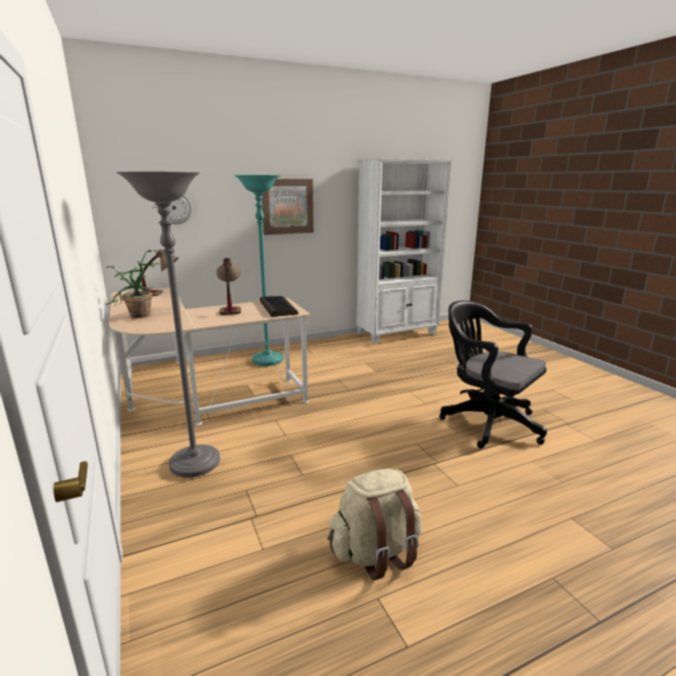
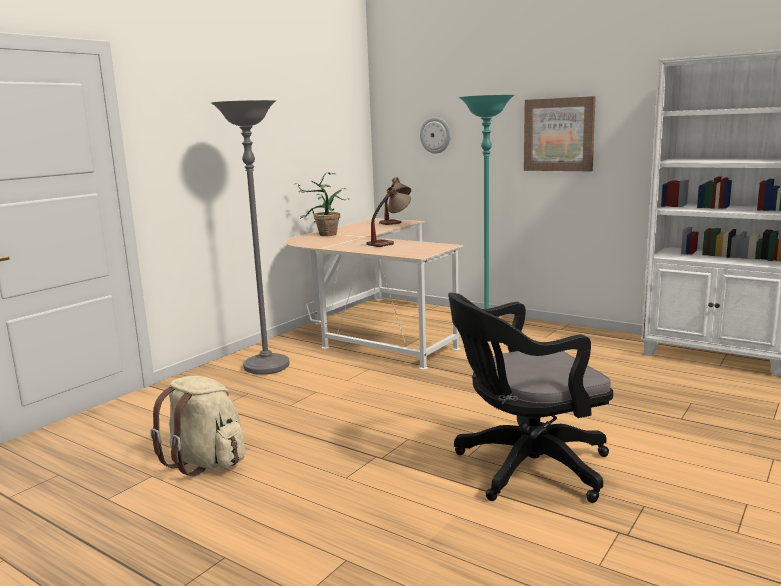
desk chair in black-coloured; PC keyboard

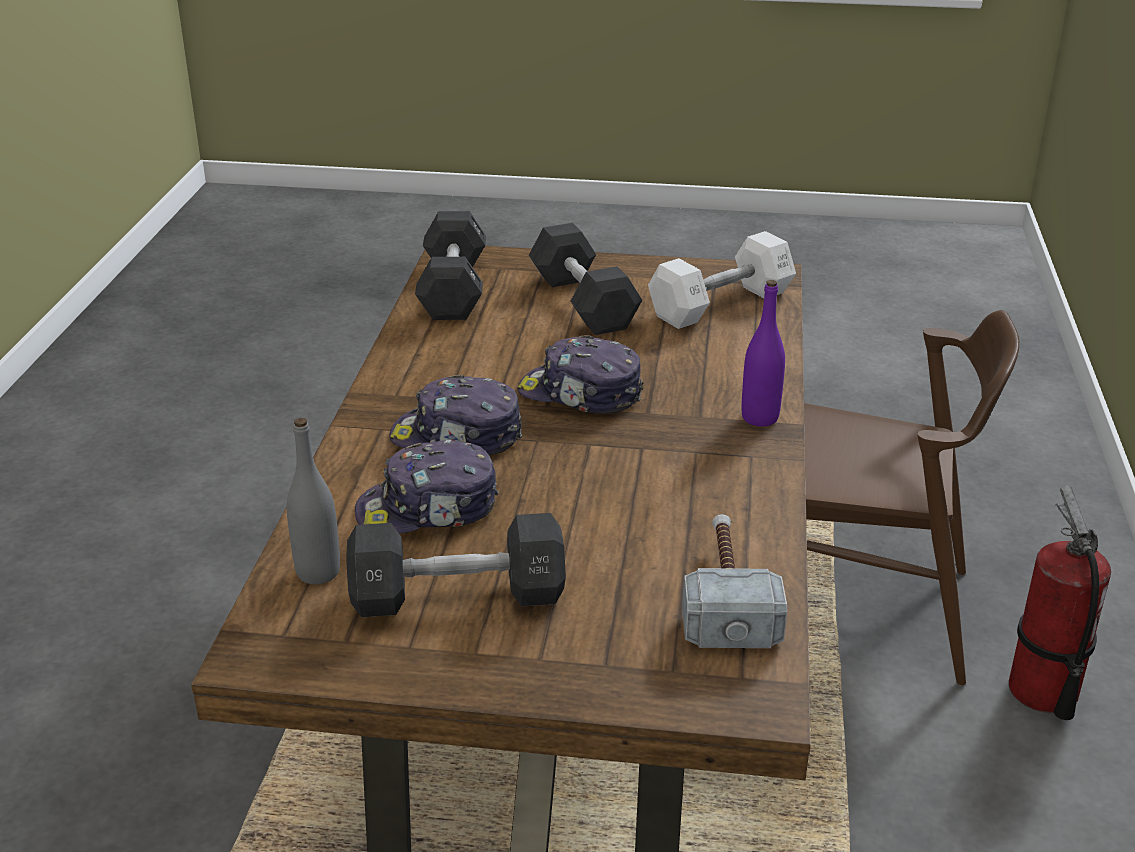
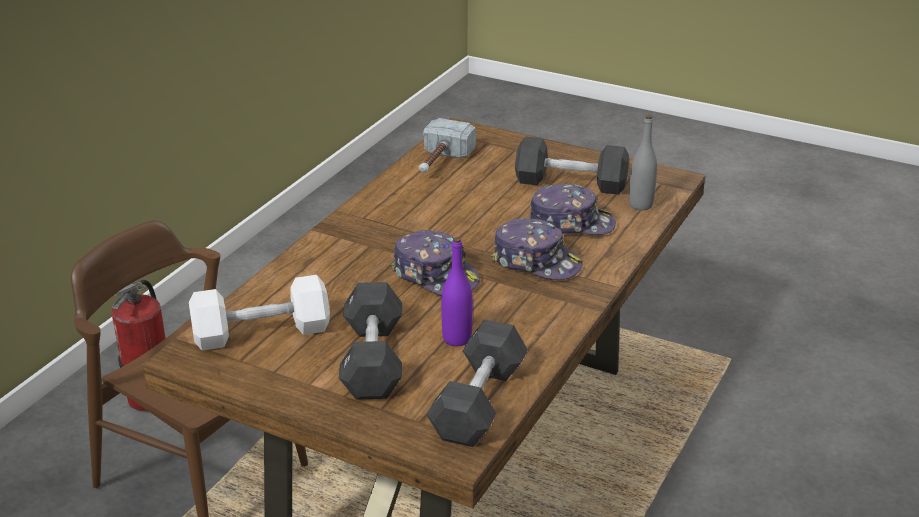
drink bottle in purplish

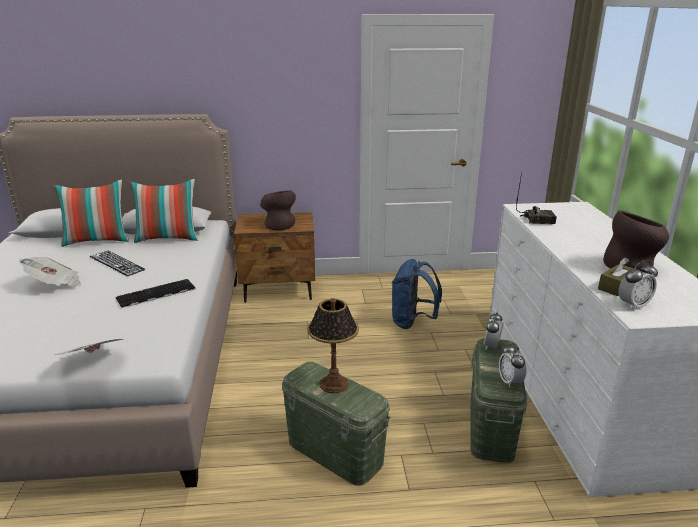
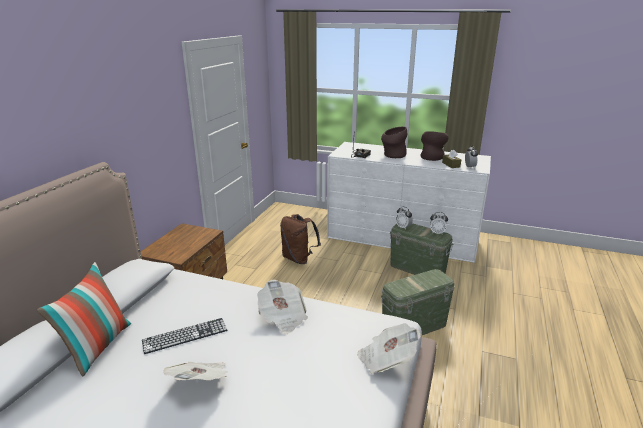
daily paper (no. 2 from left); knapsack in brownish; decorative vase in brownish (no. 1 from left); cushion (no. 2 from left in the first image); tabletop lamp

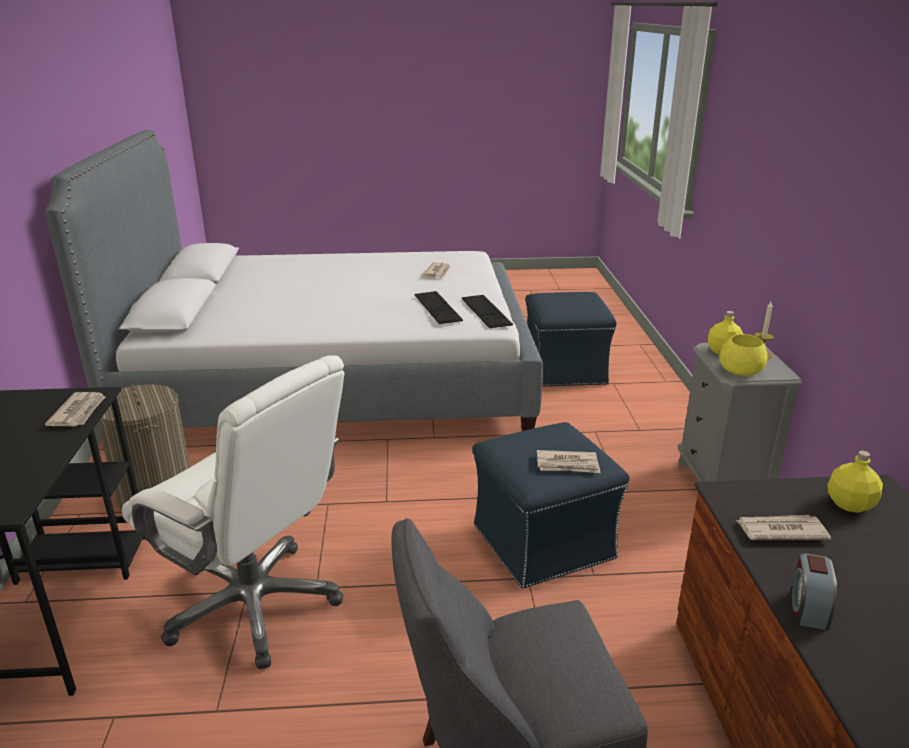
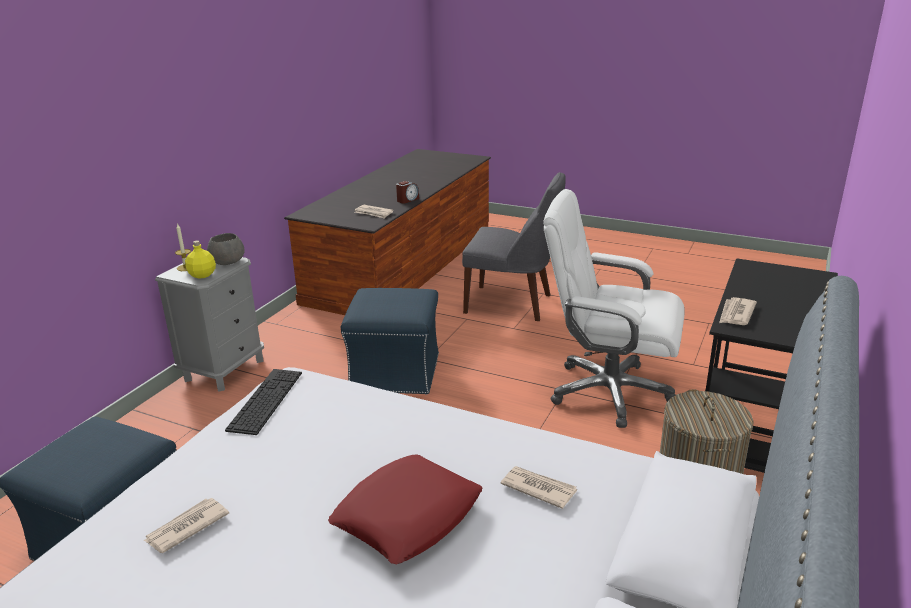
bowl in greyish; cushion in reddish; daily paper (no. 3 from left); desk chair in white; PC keyboard (no. 1 from left in the first image); drink bottle in yellow-coloured (no. 2 from left in the first image)

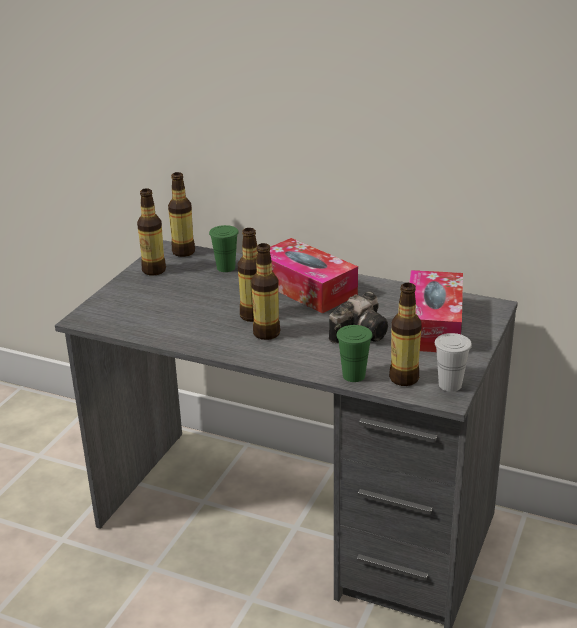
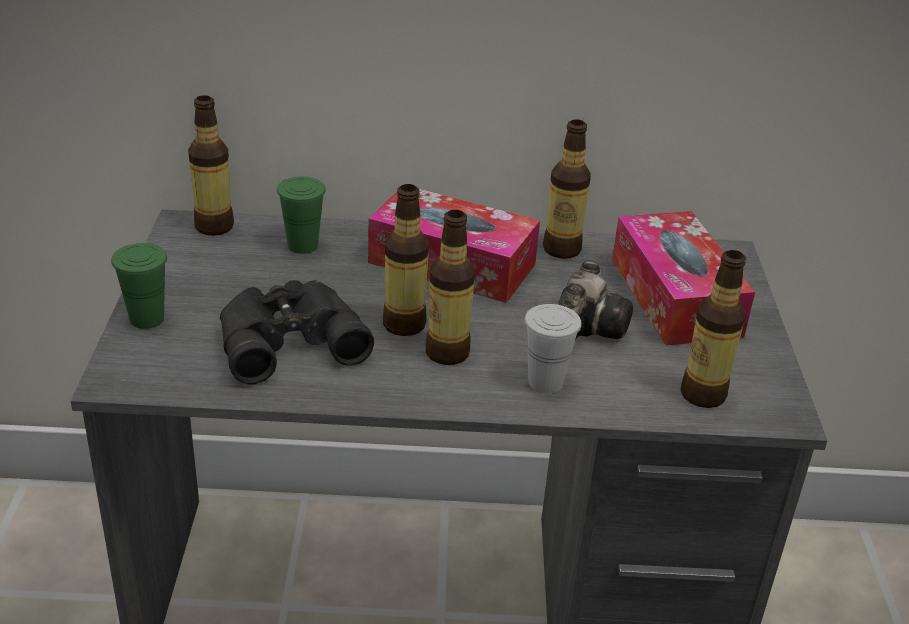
small cup in green (no. 1 from left); field glasses in black-coloured; small cup in white; drink bottle (no. 4 from left)

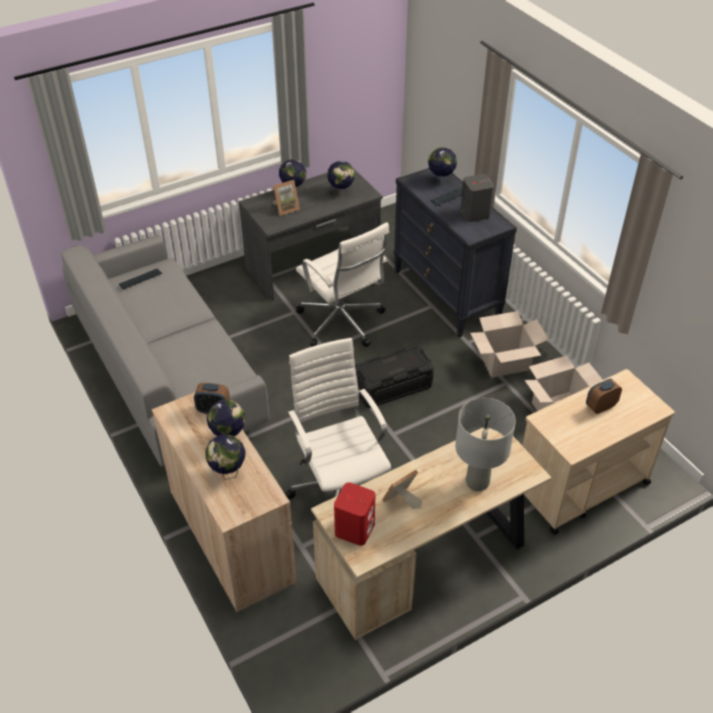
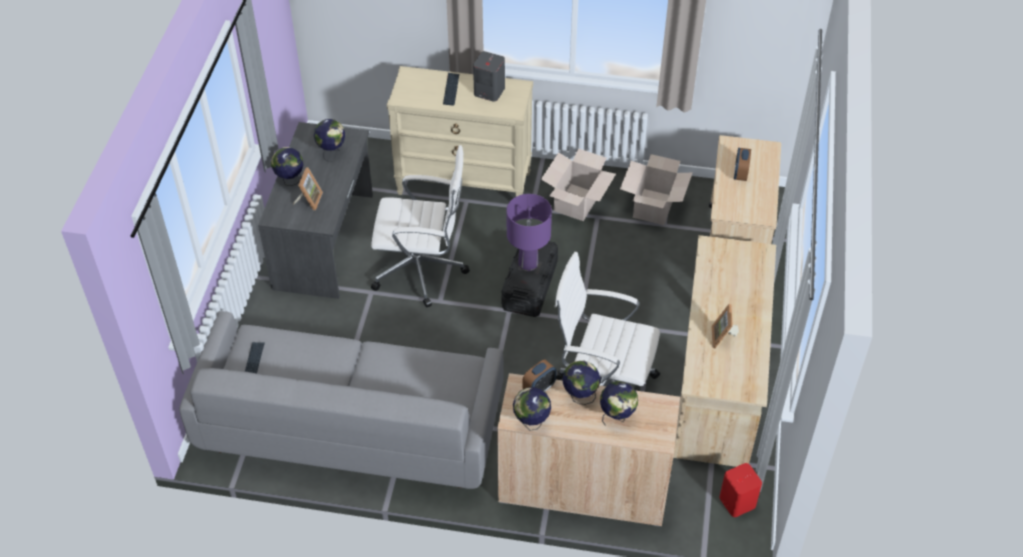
drawer chest in beige-coloured; tabletop lamp in purplish; world globe (no. 3 from left); audio speaker in reddish; tabletop lamp in greyish

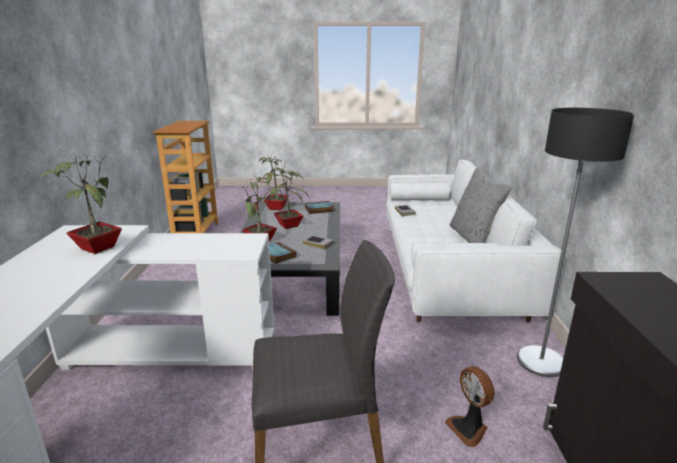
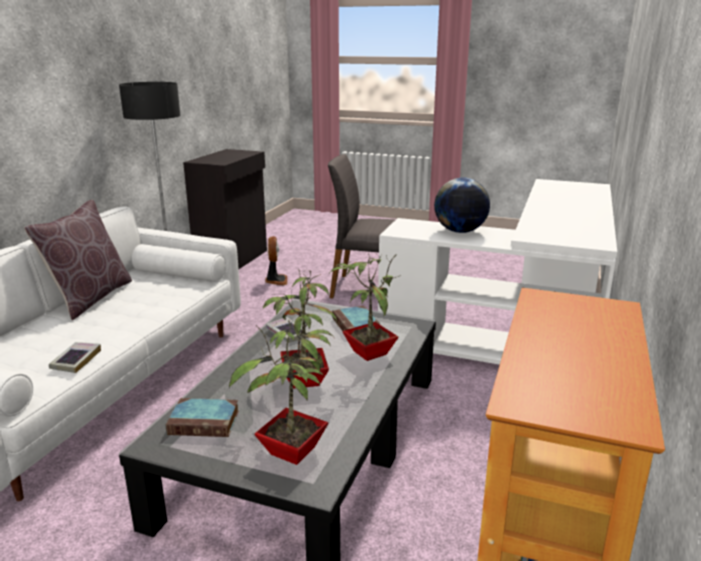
cushion in brownish; world globe; potted plant (no. 1 from left in the first image)

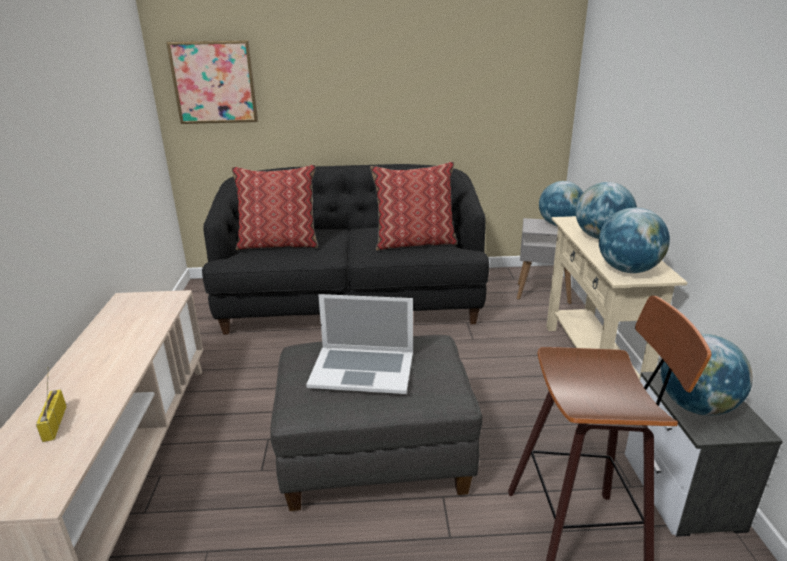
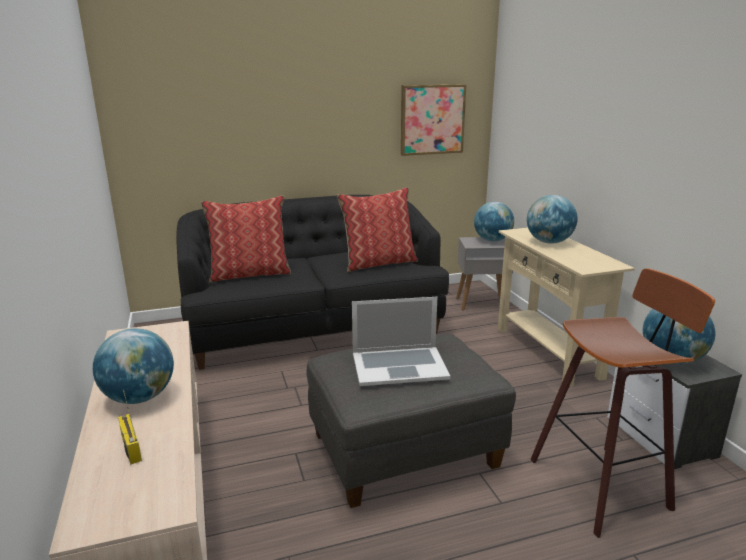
world globe (no. 1 from left); picture

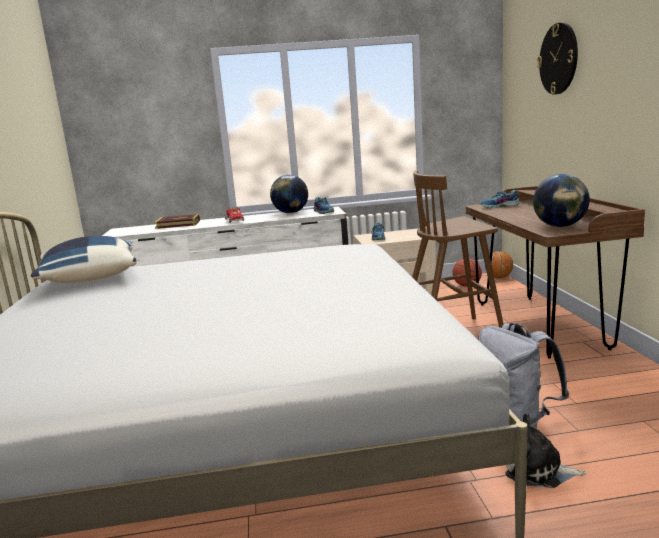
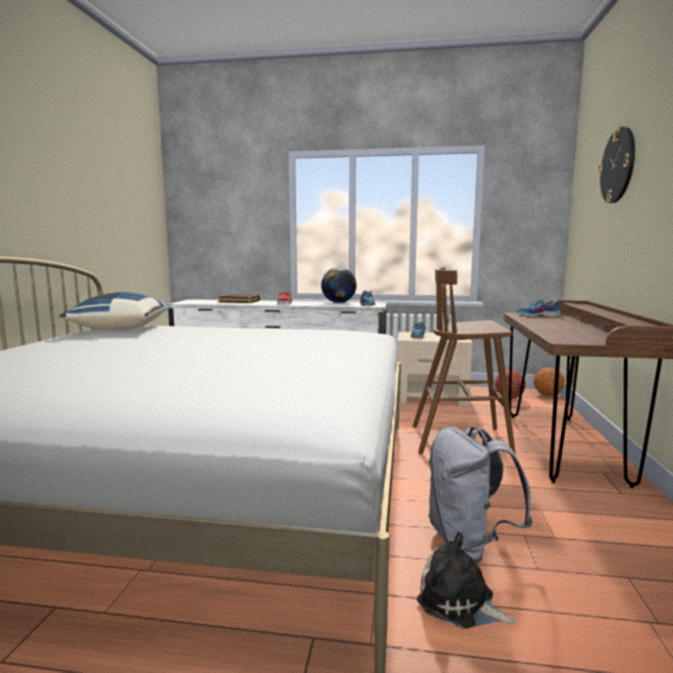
world globe (no. 2 from left in the first image)

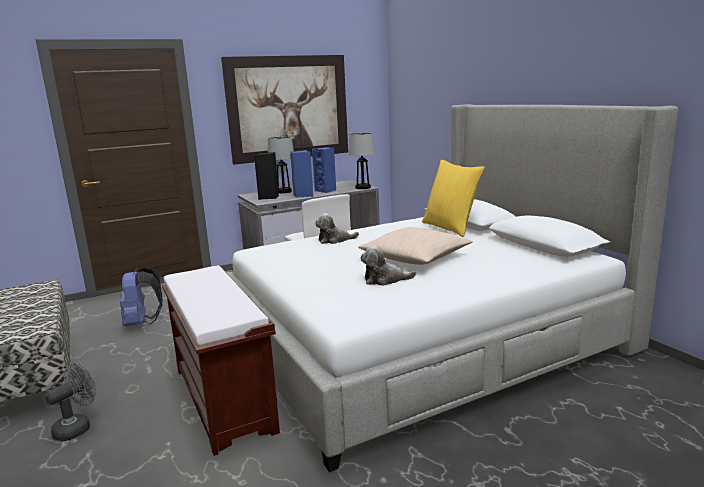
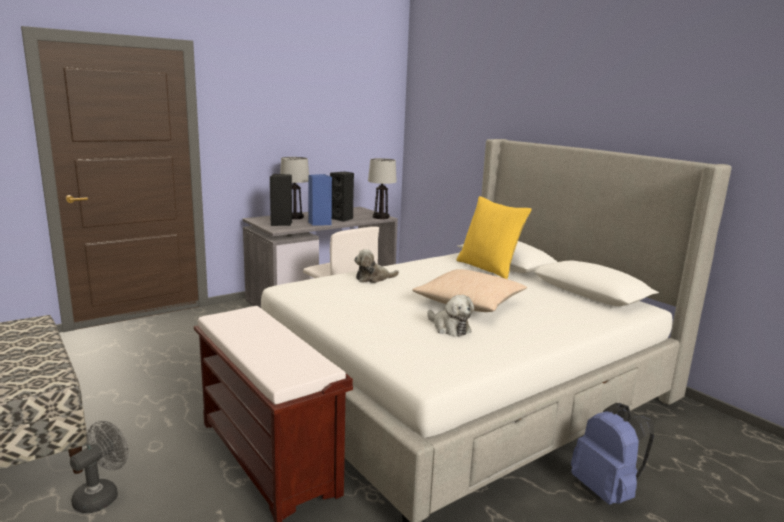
audio speaker in black-coloured (no. 2 from left); plush toy (no. 2 from left); knapsack in bluish; picture

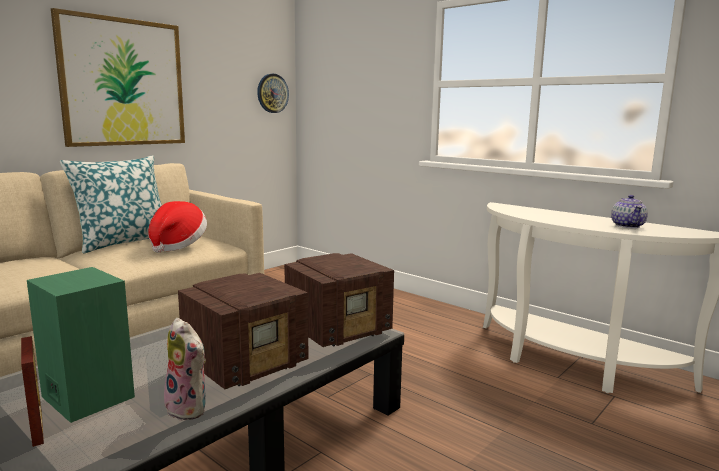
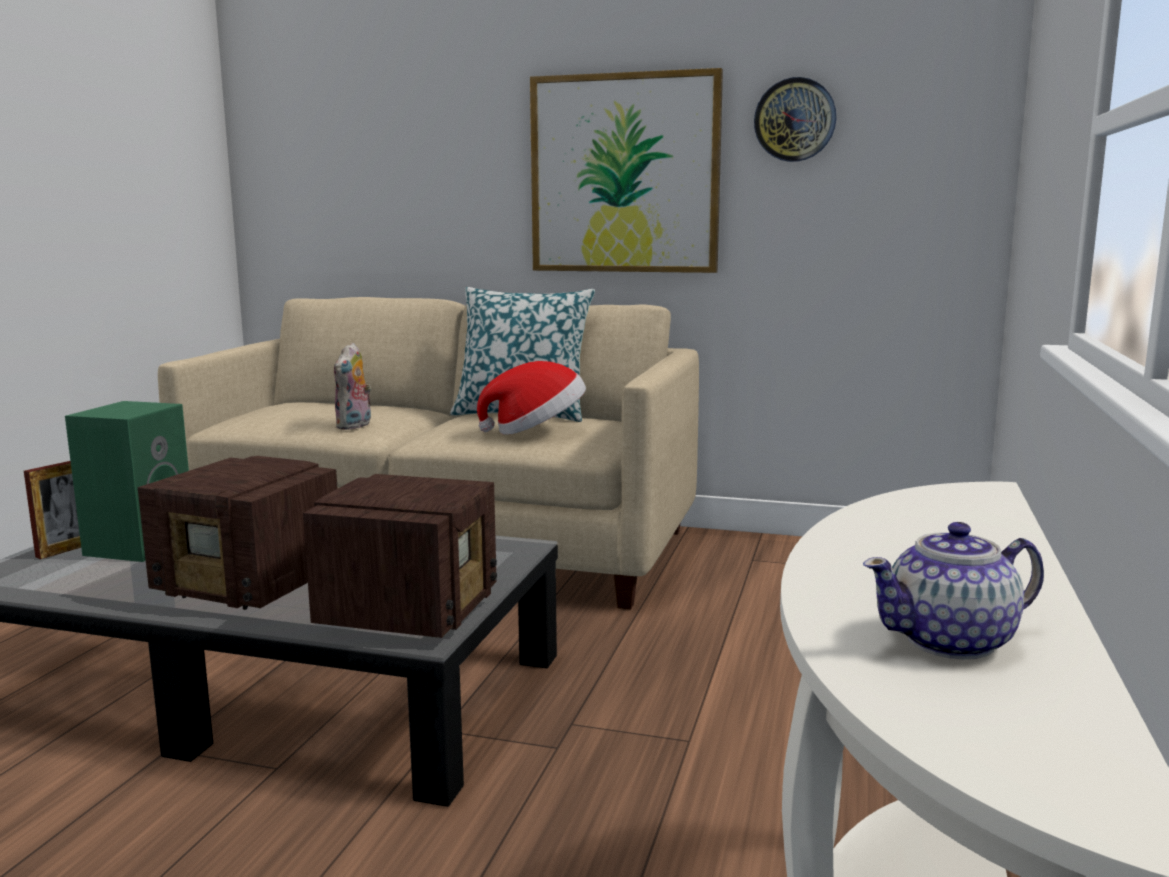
radio (no. 2 from left); plush toy; clock on the wall

